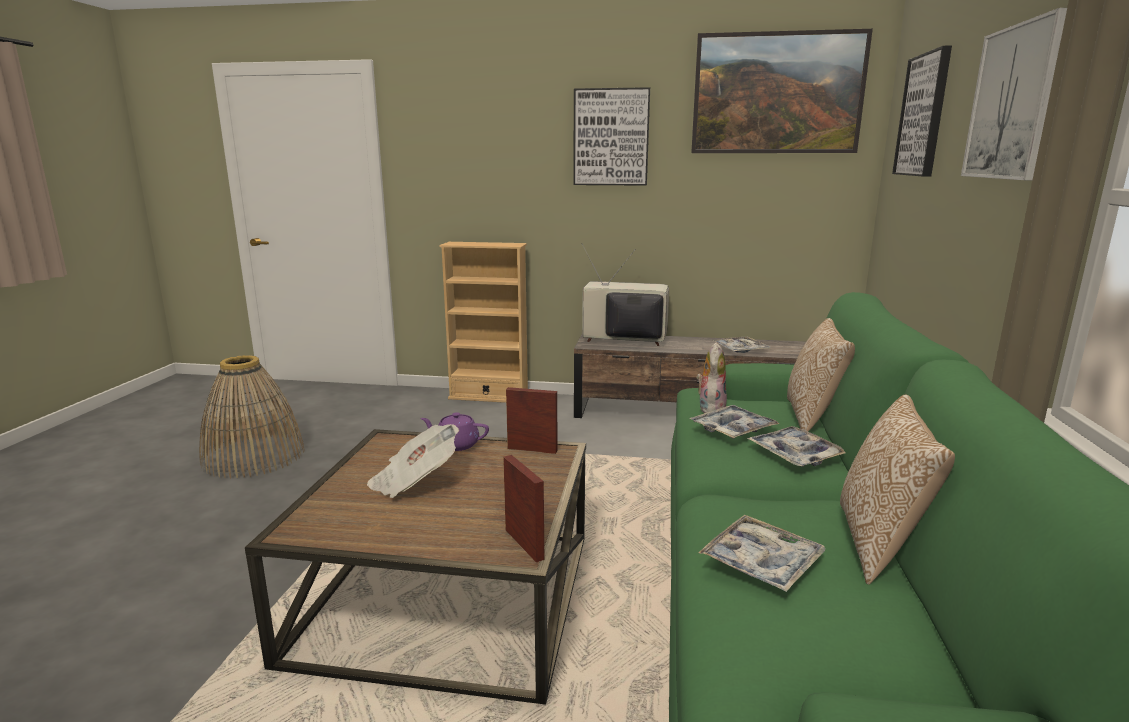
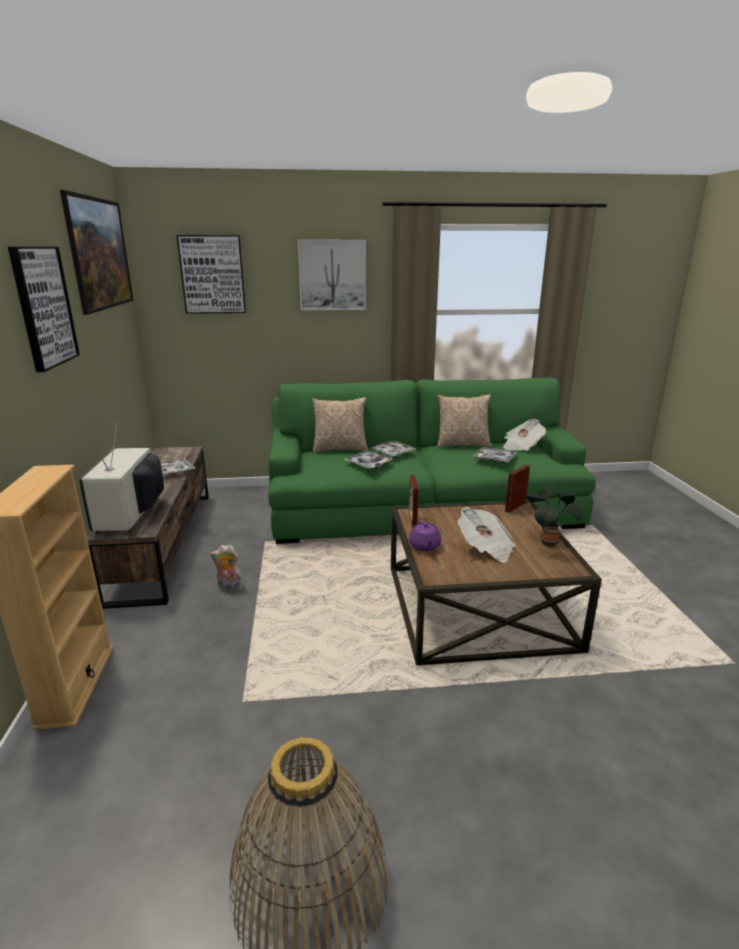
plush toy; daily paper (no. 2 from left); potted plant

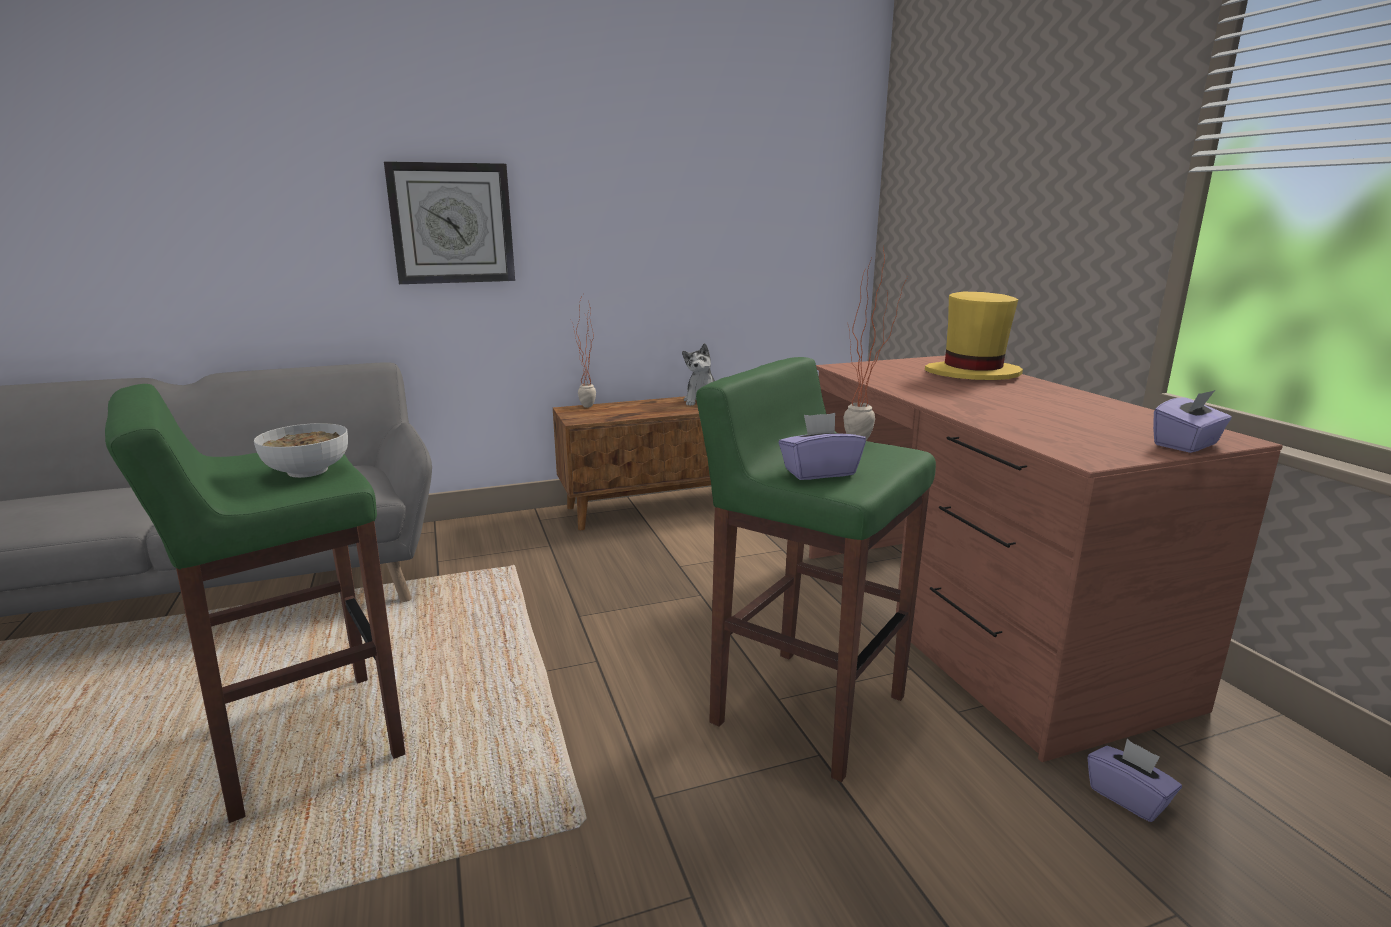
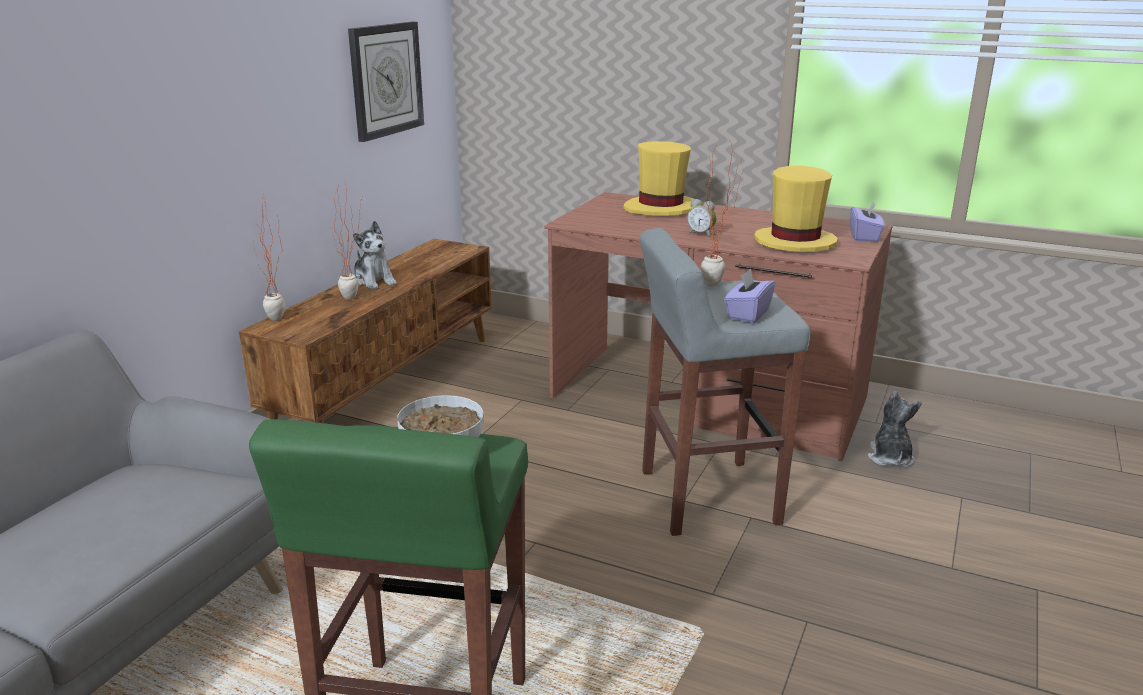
potted plant (no. 2 from left); clock on the wall; stool seat in greyish; bedside clock; clothing hat in yellow-coloured (no. 2 from left); plush toy (no. 2 from left)

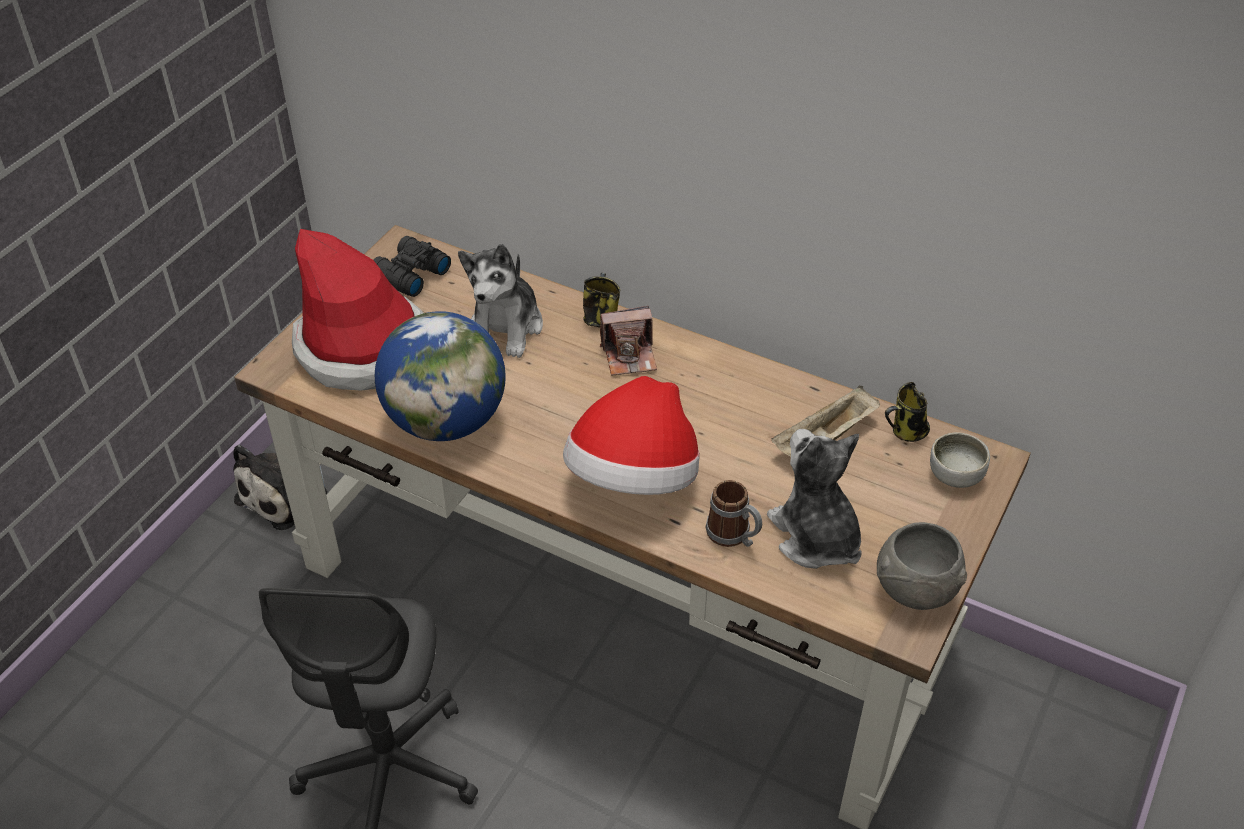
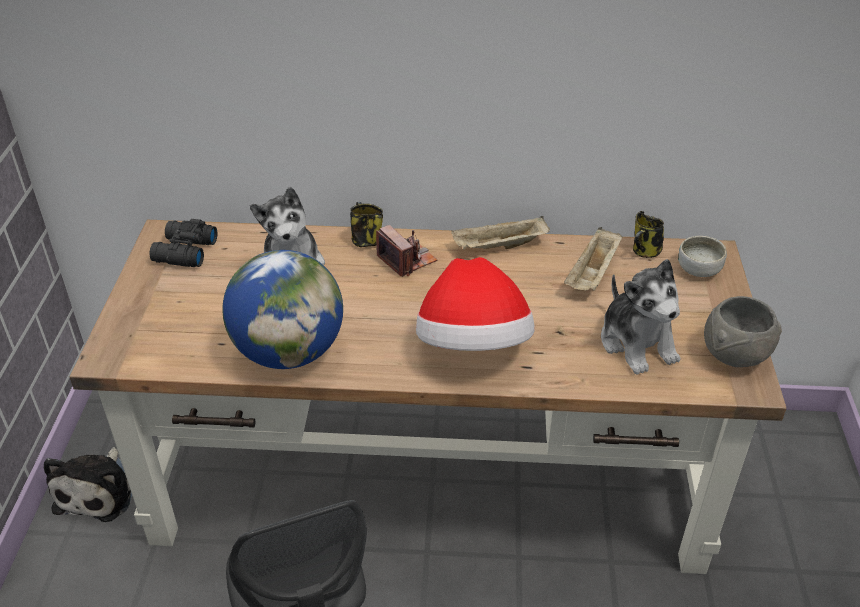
still camera; tray in beige-coloured (no. 1 from left); plush toy (no. 3 from left); clothing hat (no. 1 from left in the first image); tea mug (no. 2 from left in the first image)

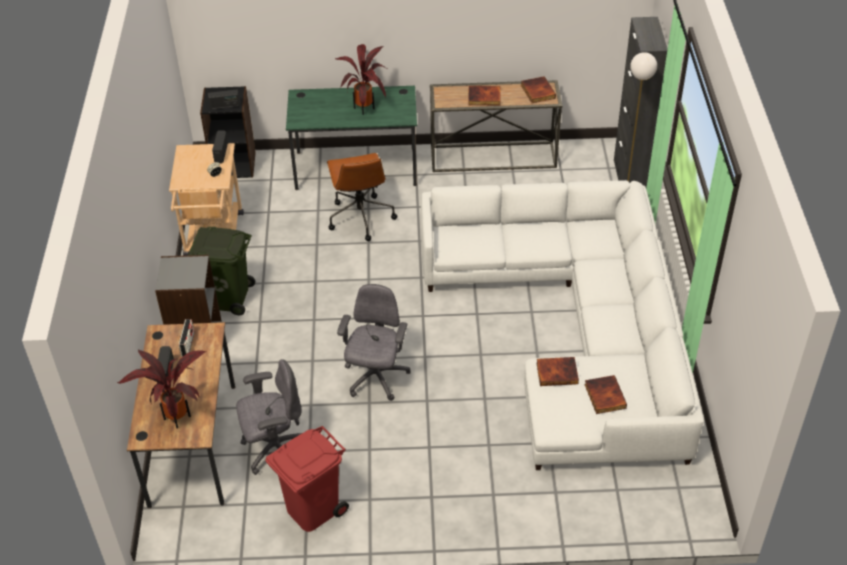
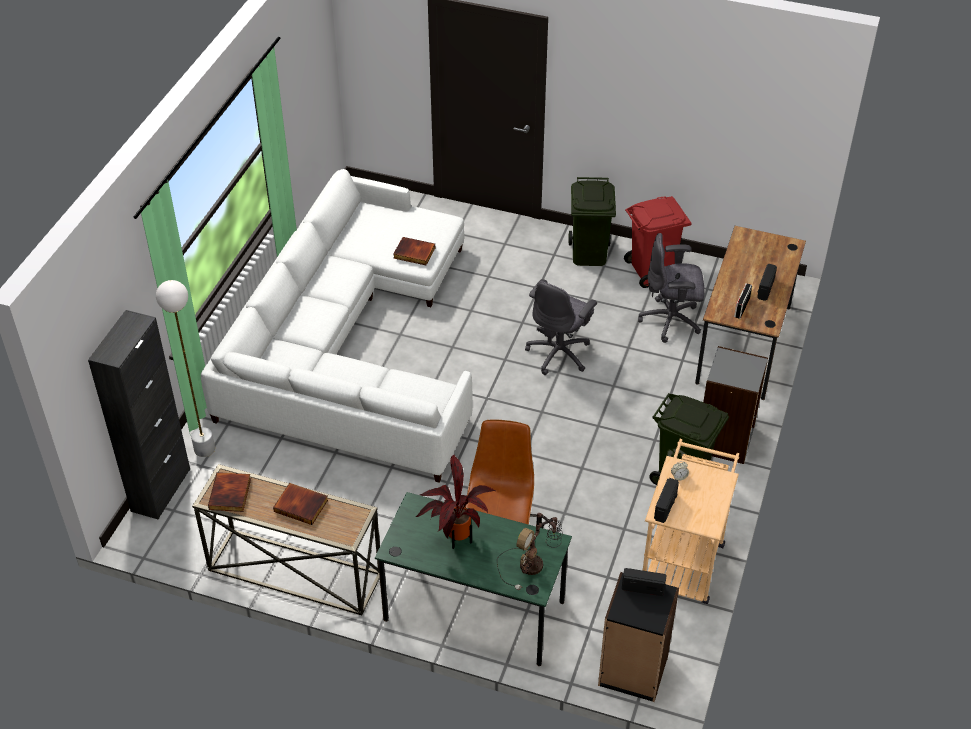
tabletop lamp; rubbish bin in green (no. 1 from left); potted plant (no. 1 from left in the first image); volume (no. 4 from left in the first image)

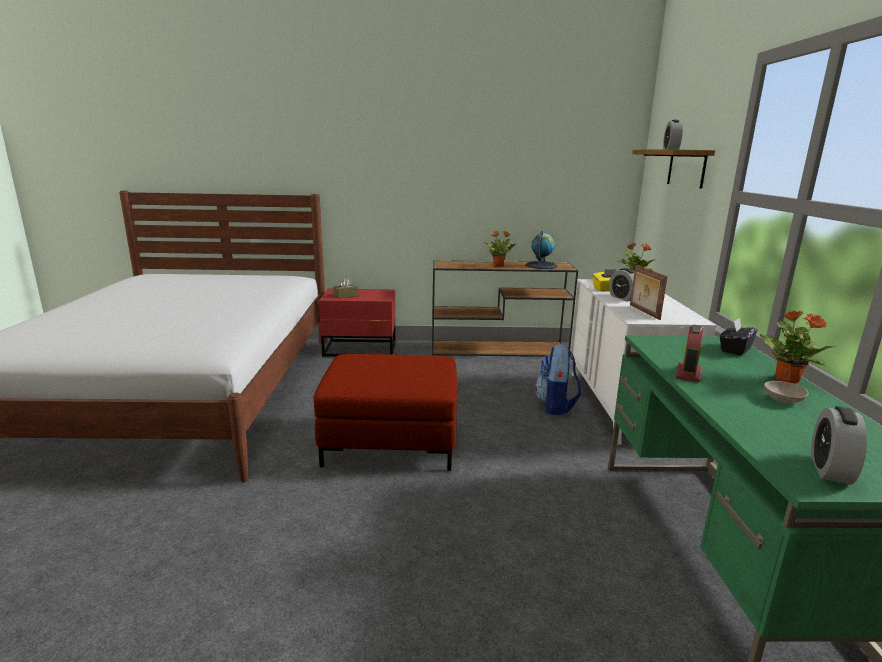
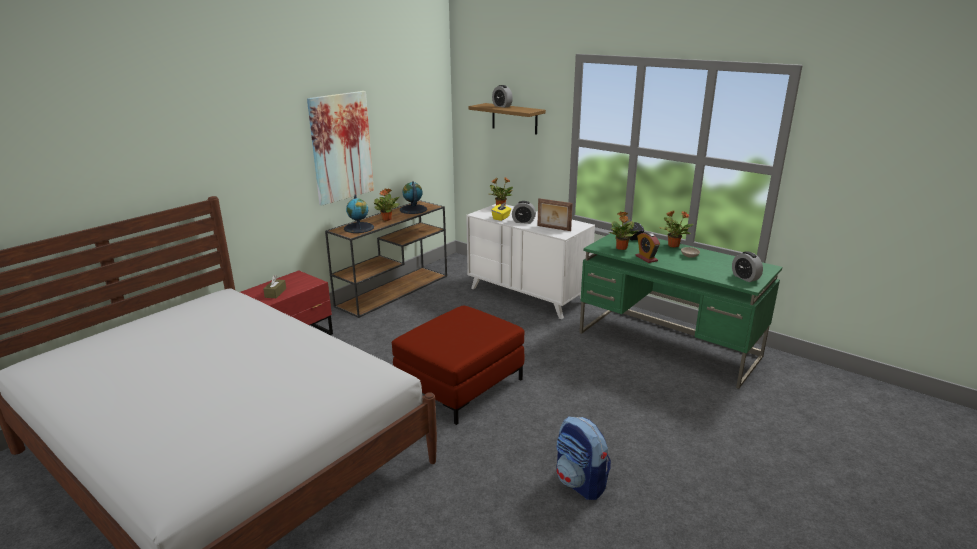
picture; world globe (no. 1 from left); knapsack; potted plant (no. 3 from left)

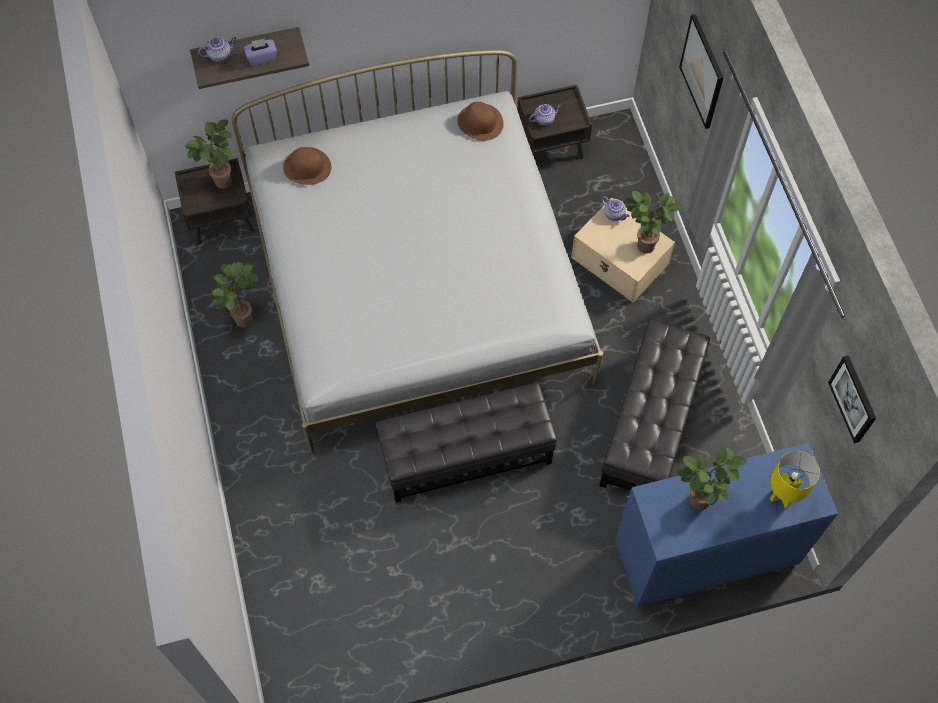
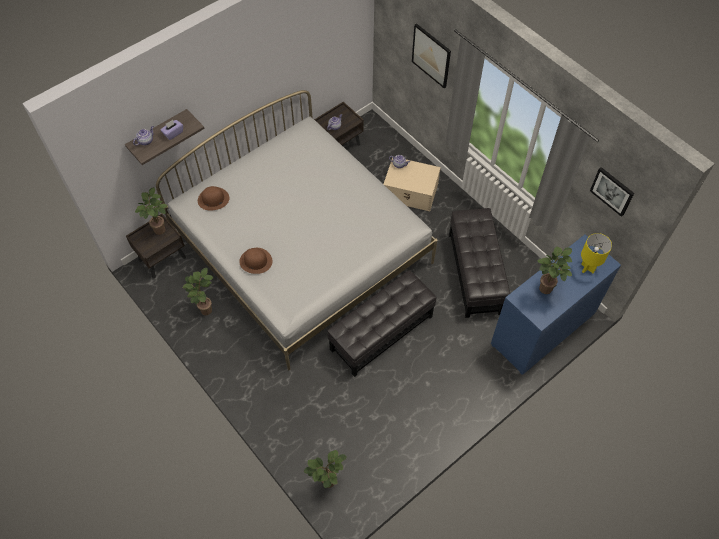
clothing hat in brownish (no. 2 from left); potted plant (no. 3 from left)

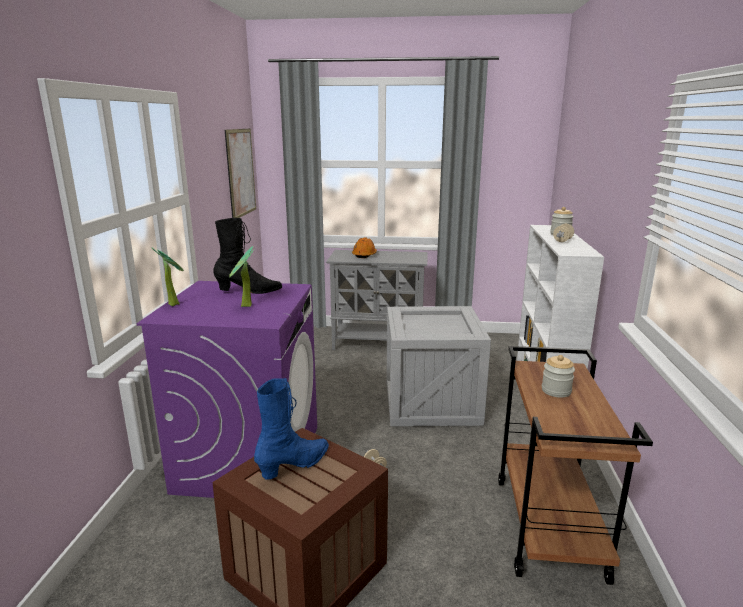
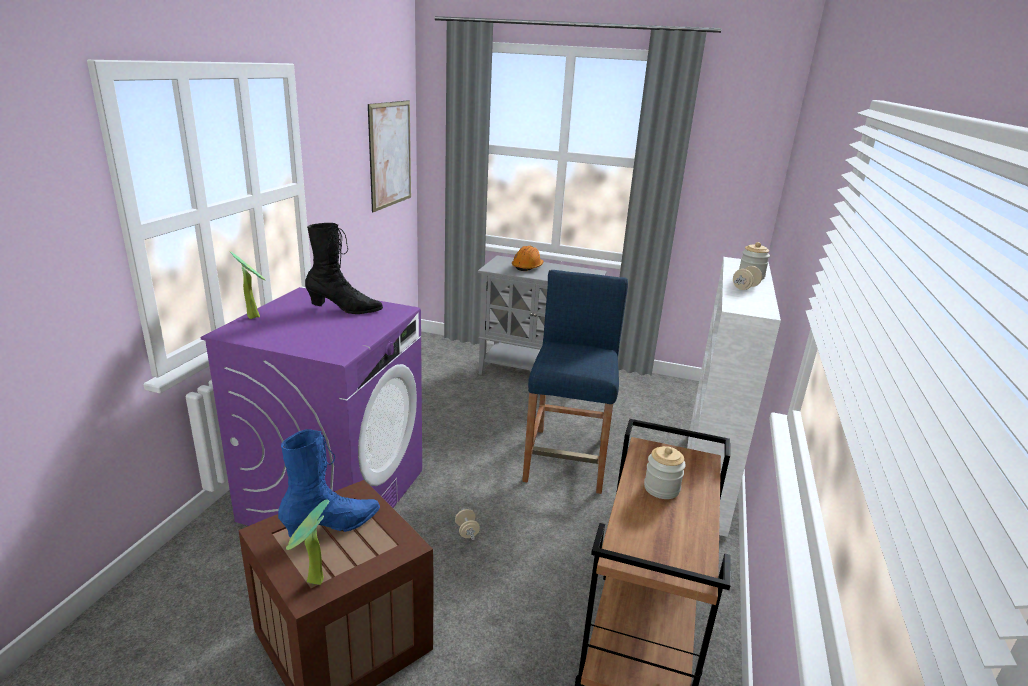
potted plant (no. 2 from left); stool seat in bluish

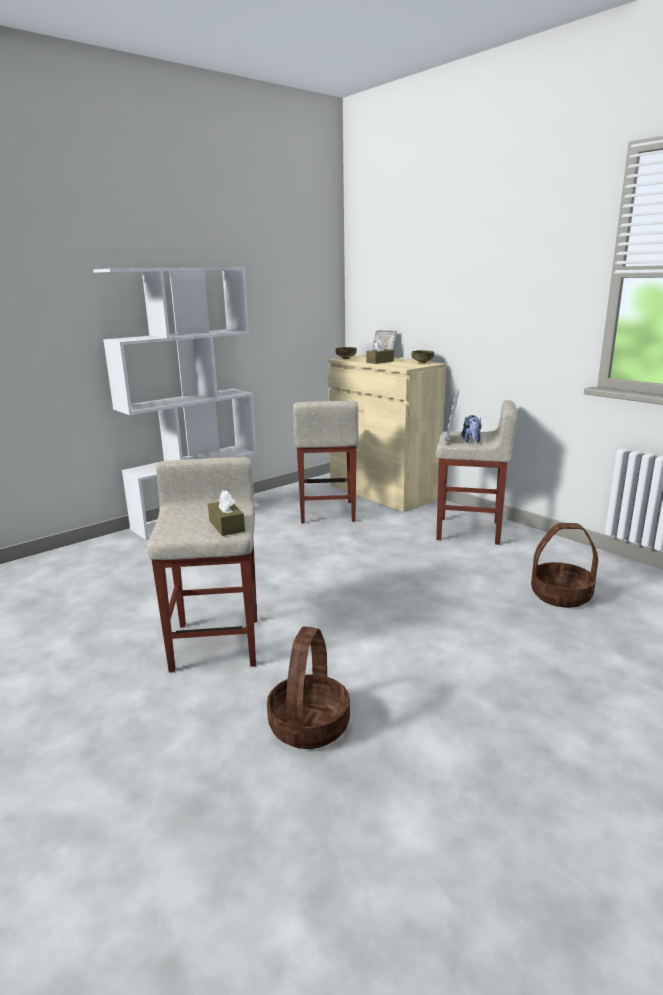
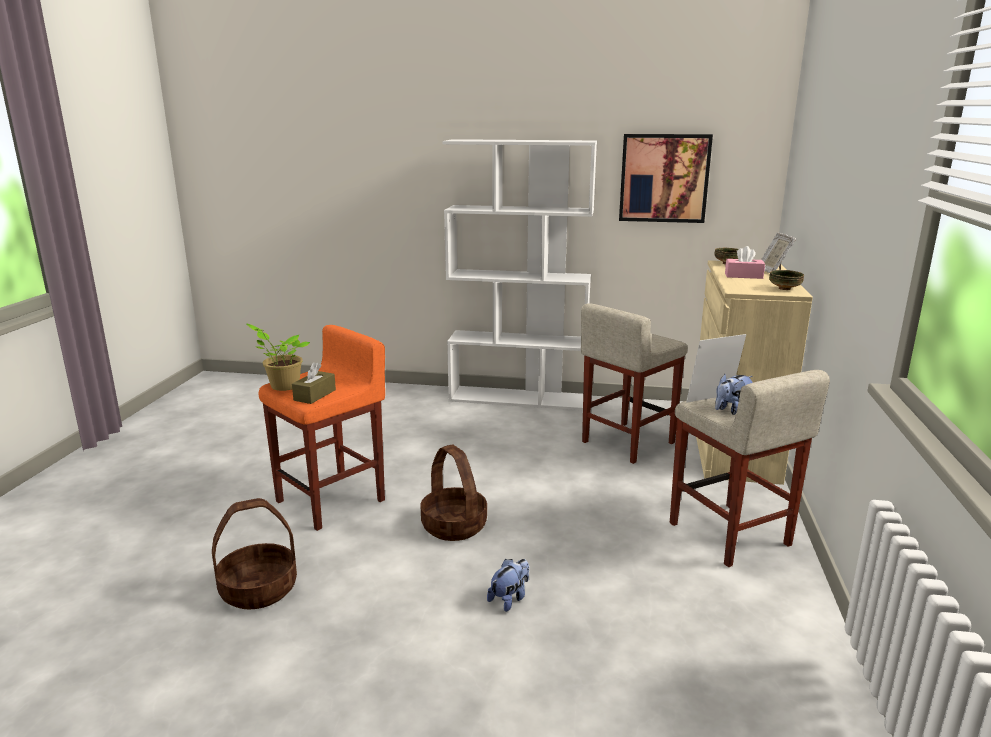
potted plant; stool seat in orangey; household basket (no. 2 from left); plush toy (no. 1 from left); picture; tissue holder in pinkish

